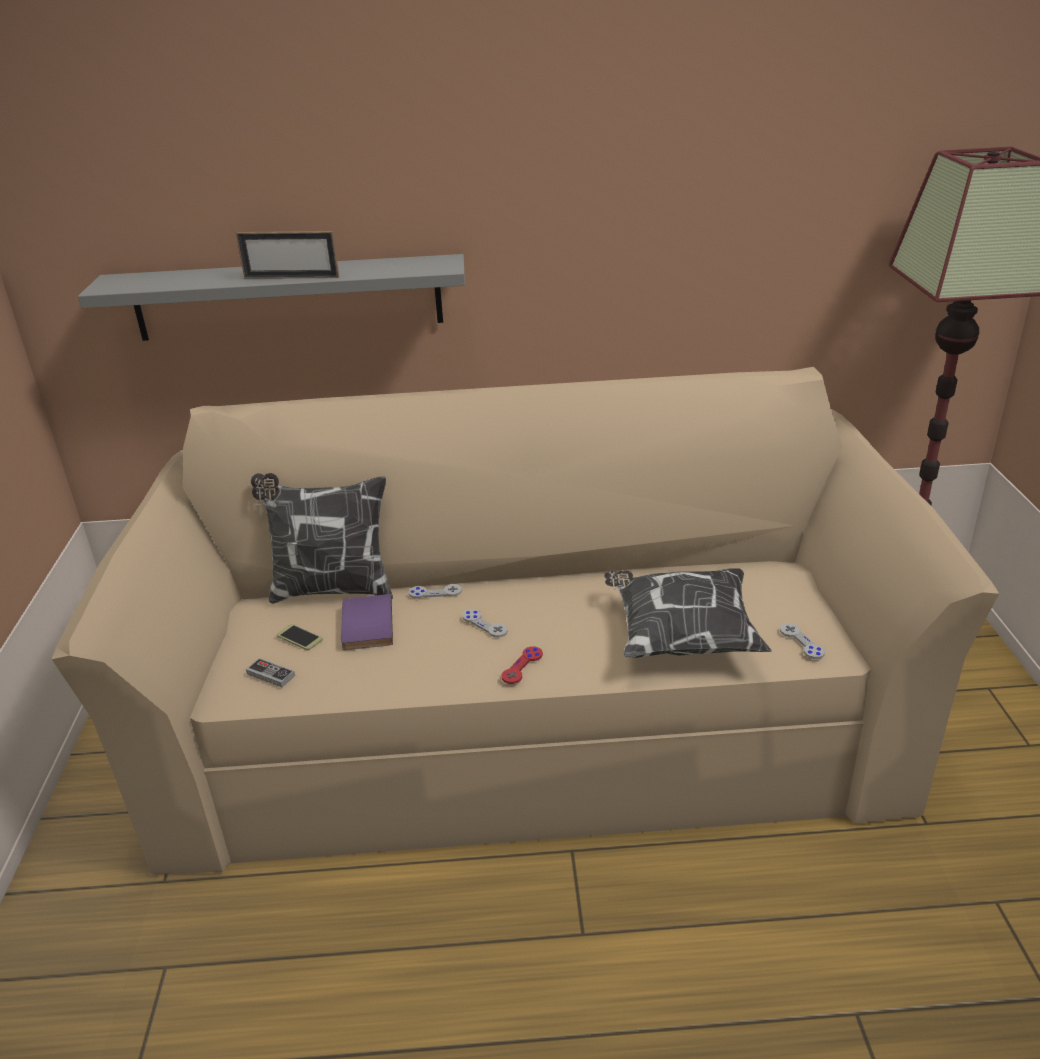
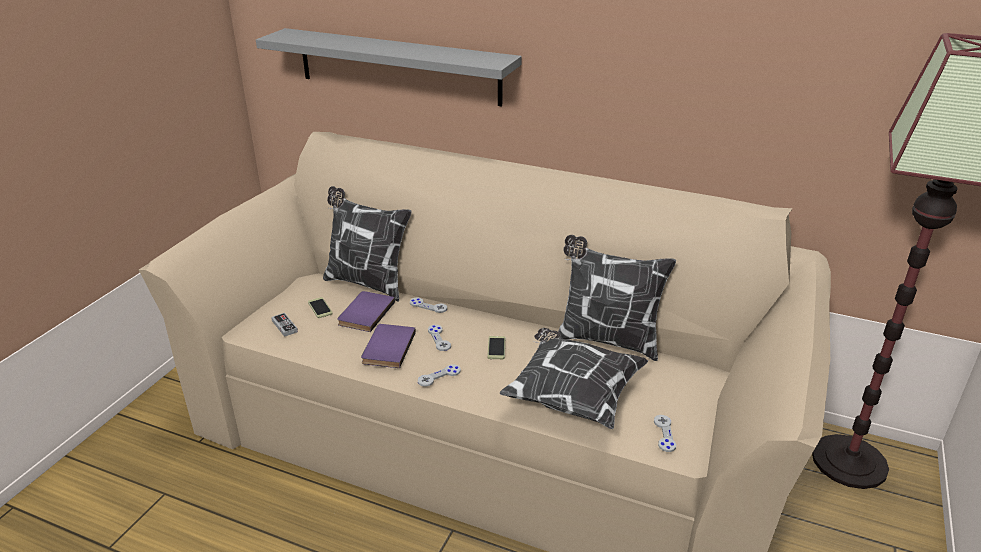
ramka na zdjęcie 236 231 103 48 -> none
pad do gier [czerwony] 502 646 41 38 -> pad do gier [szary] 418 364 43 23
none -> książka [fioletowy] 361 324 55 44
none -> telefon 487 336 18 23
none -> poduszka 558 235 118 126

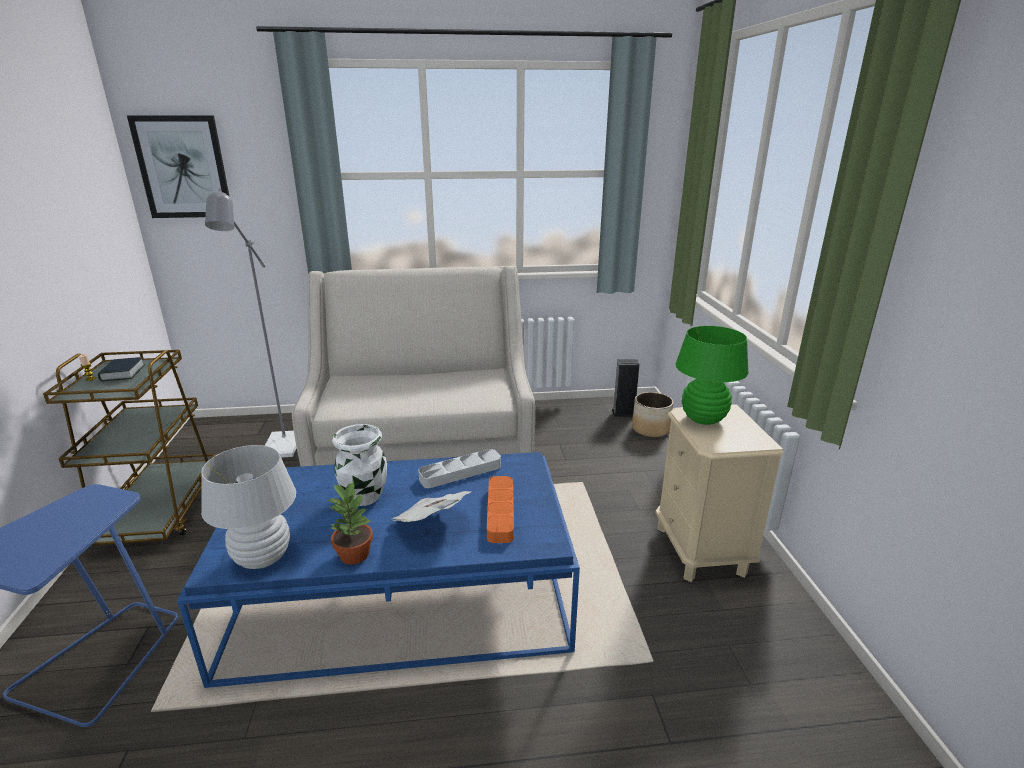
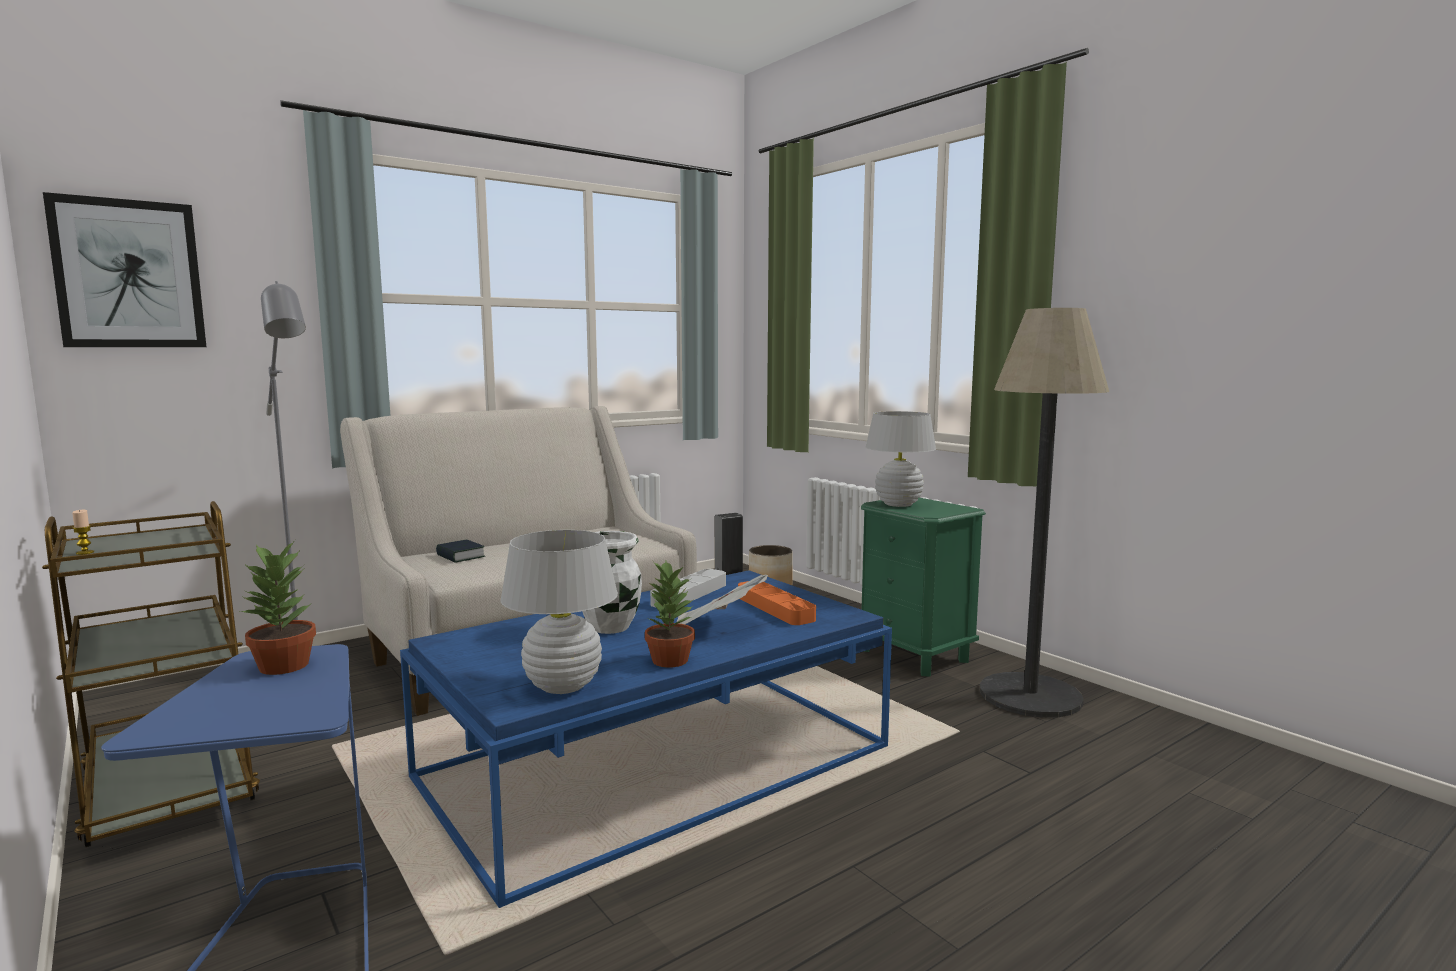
książka 98 357 47 25 -> książka 436 539 49 24, shifted
szafka nocna [beżowy] 655 404 129 178 -> szafka nocna [zielony] 861 498 125 179
lampa stołowa [zielony] 675 326 74 99 -> lampa stołowa [biały] 865 411 71 96
none -> roślina doniczkowa 240 540 76 135
none -> lampa stojąca 980 308 129 410

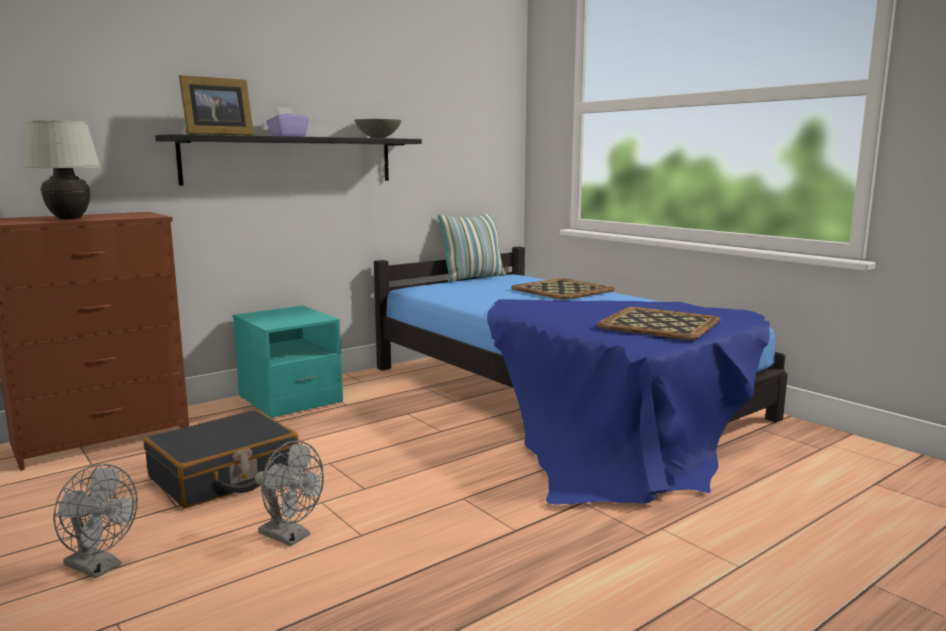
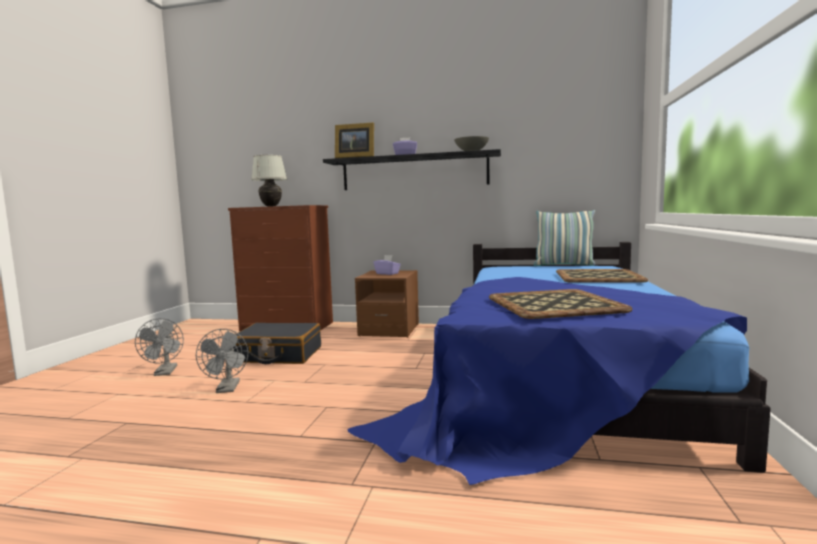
szafka nocna [turkusowy] 233 305 110 113 -> szafka nocna [brązowy] 355 270 64 68
none -> pudełko chusteczek [fioletowy] 373 255 28 20

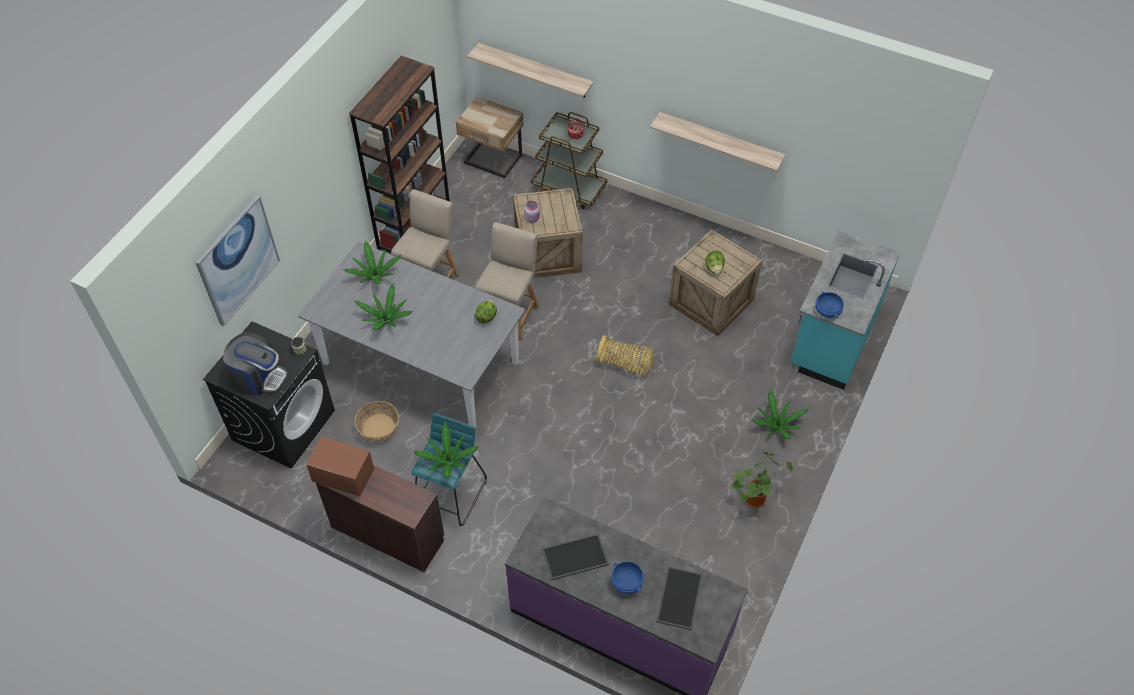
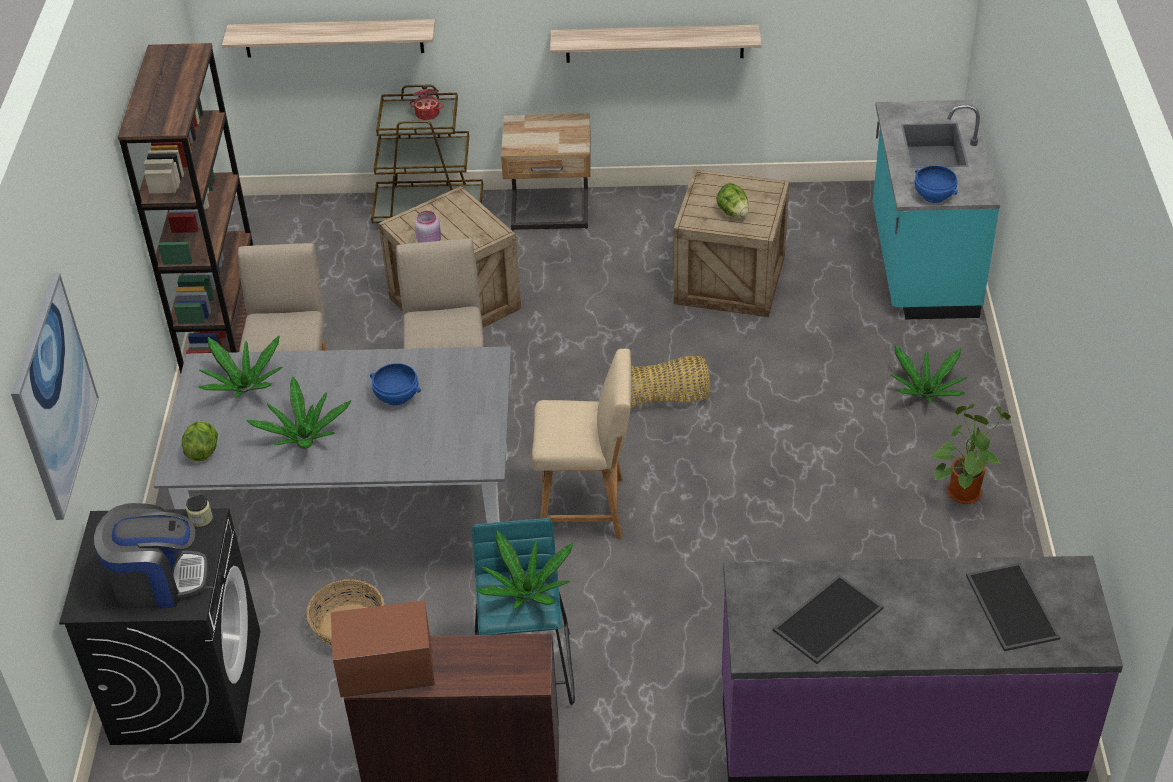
szafka nocna [beżowy] 456 96 68 82 -> szafka nocna [beżowy] 501 113 90 118, shifted
sałata 474 300 23 24 -> sałata 182 421 36 41, shifted
miska [niebieski] 611 562 33 32 -> miska [niebieski] 370 363 51 43, shifted
none -> krzesło [beżowy] 532 349 99 190

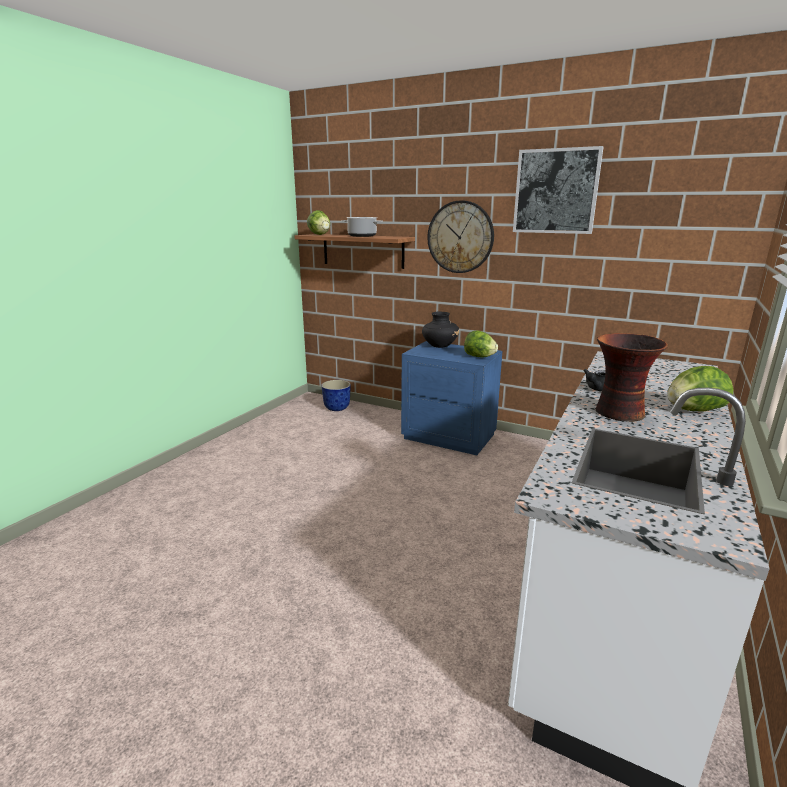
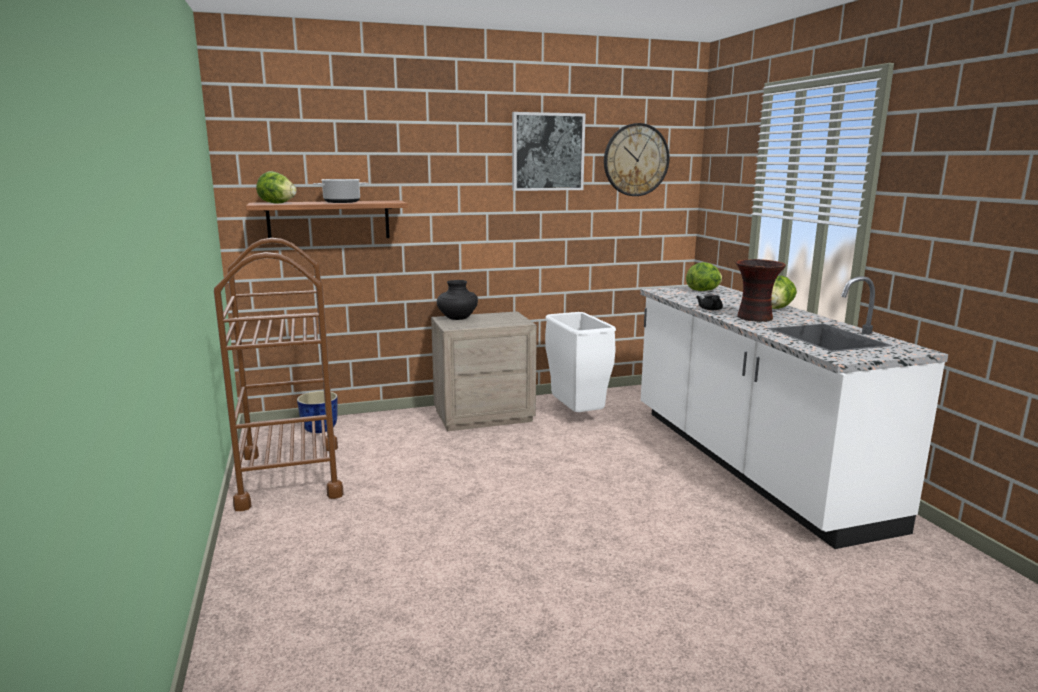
szafka nocna [niebieski] 401 341 102 114 -> szafka nocna [beżowy] 431 311 106 120
zegar ścienny 427 200 67 73 -> zegar ścienny 604 123 65 73, shifted
sałata 464 331 34 26 -> sałata 686 262 36 29, shifted
none -> wózek [brązowy] 214 238 130 273
none -> kosz na śmieci [biały] 545 312 71 100

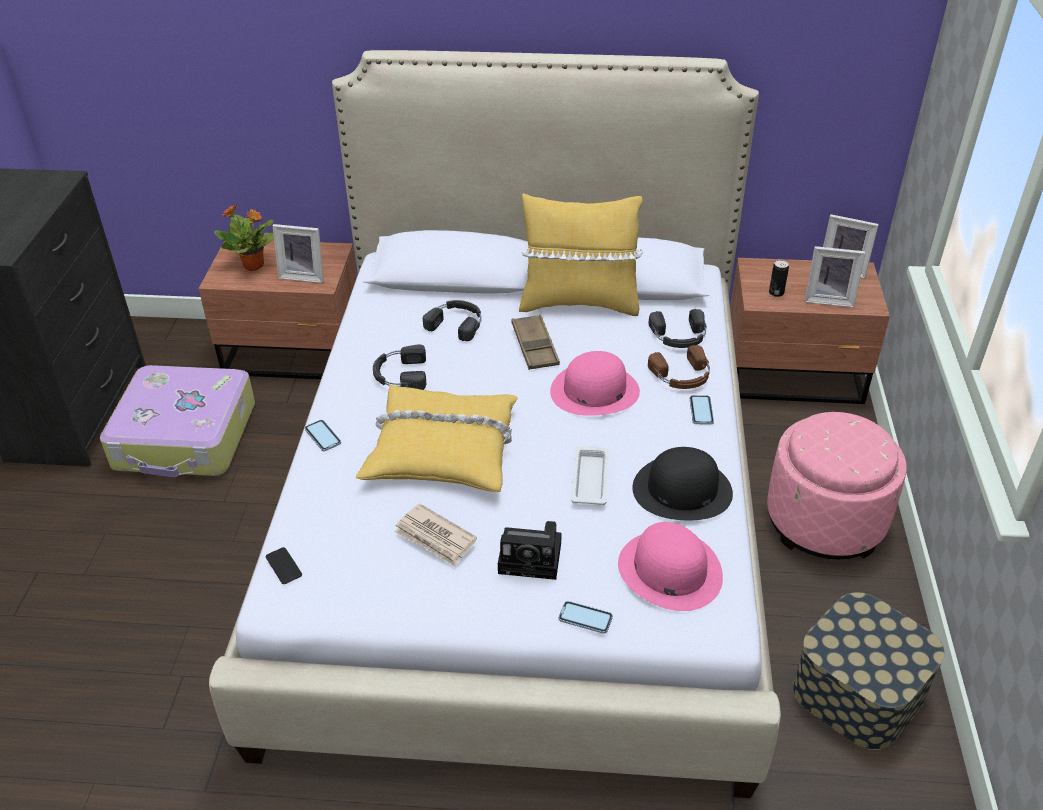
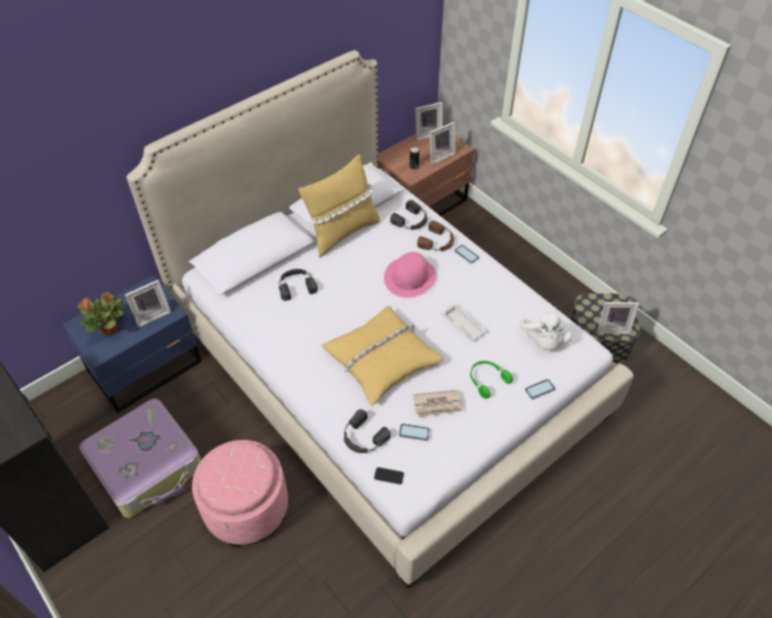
szafka nocna [brązowy] 198 240 159 139 -> szafka nocna [niebieski] 62 275 140 138
telefon 305 420 36 31 -> telefon 399 424 31 17, shifted
słuchawki [czarny] 373 344 53 46 -> słuchawki [czarny] 344 409 46 44, shifted
aparat fotograficzny 498 521 64 59 -> słuchawki [zielony] 470 361 43 38
taca [brązowy] 511 314 49 56 -> none
kapelusz [różowy] 618 522 105 89 -> pluszak [biały] 520 311 52 40
kapelusz [czarny] 632 447 101 73 -> none
pufa [różowy] 767 412 140 147 -> pufa [różowy] 192 440 96 107, shifted
none -> ramka na zdjęcie 597 302 42 32

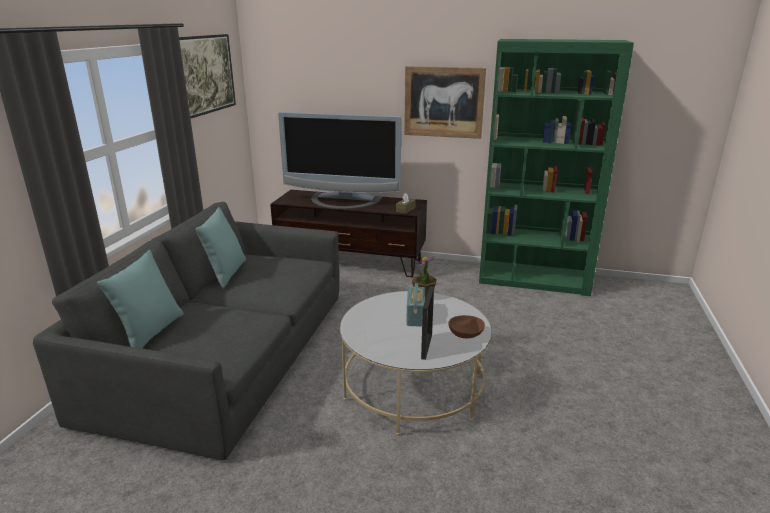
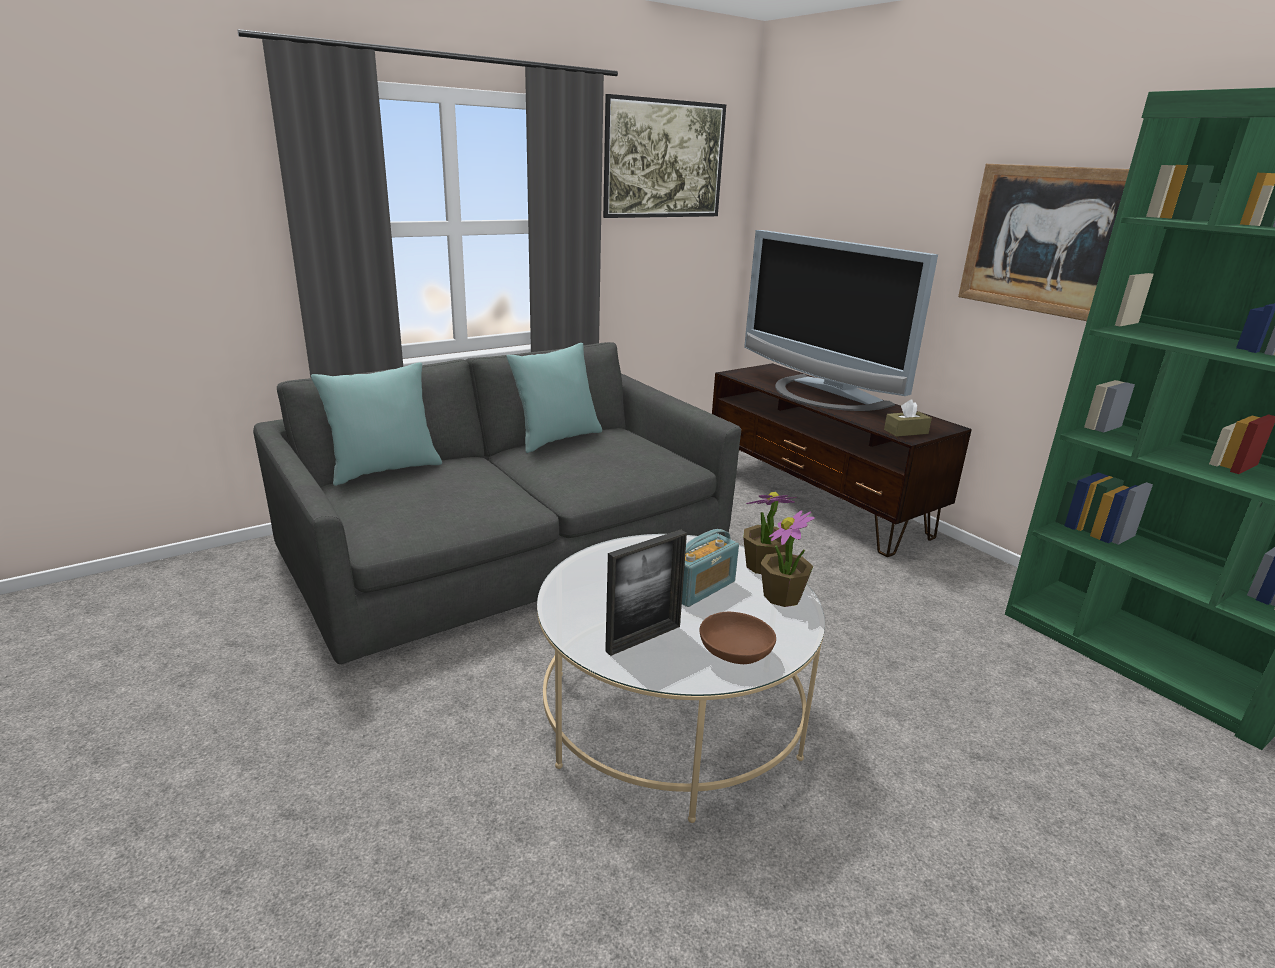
none -> roślina doniczkowa 760 510 55 97

